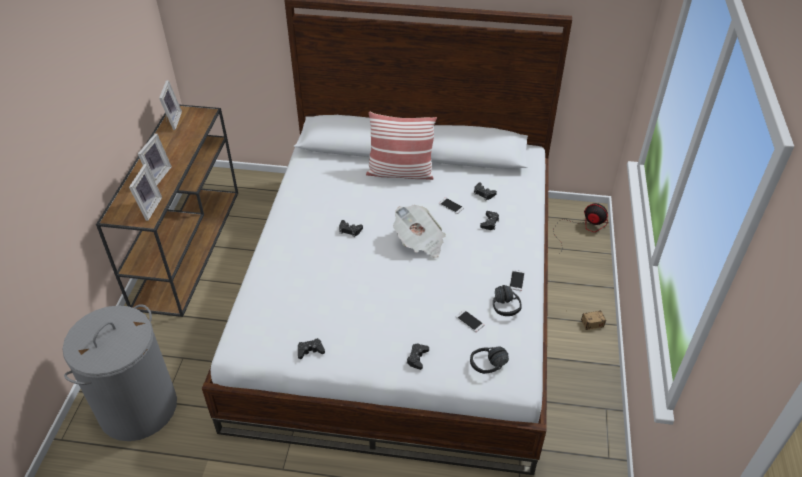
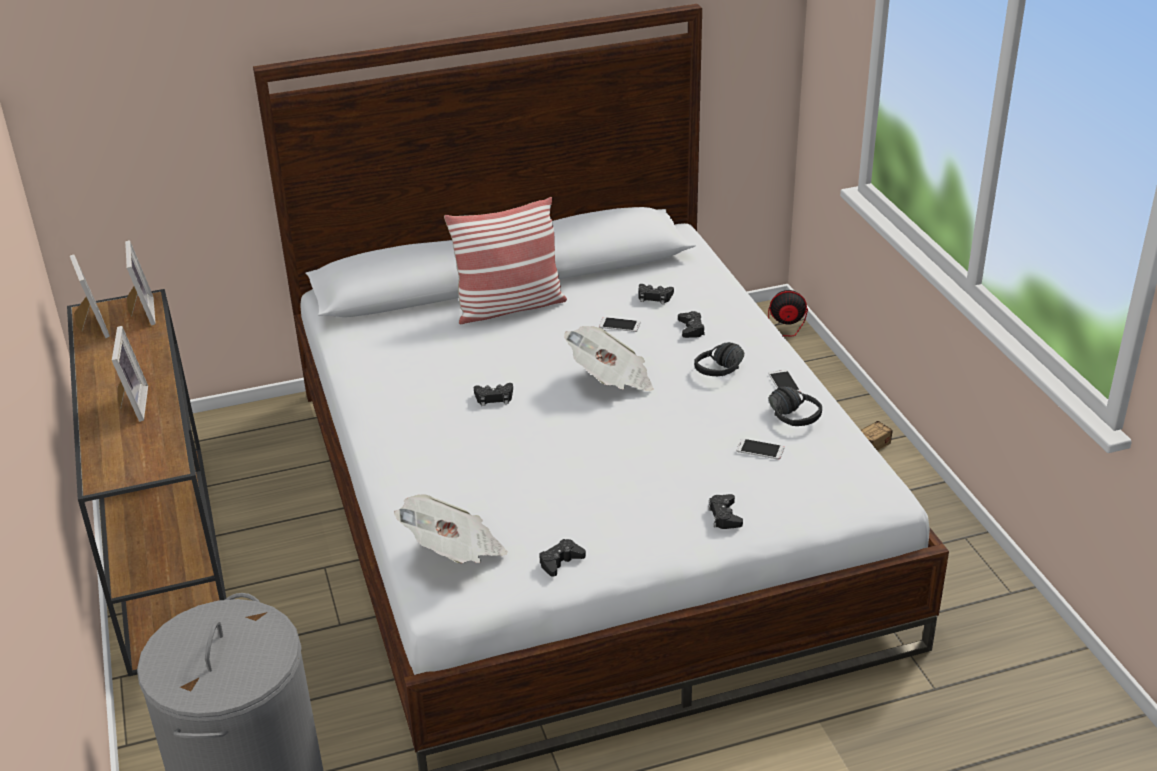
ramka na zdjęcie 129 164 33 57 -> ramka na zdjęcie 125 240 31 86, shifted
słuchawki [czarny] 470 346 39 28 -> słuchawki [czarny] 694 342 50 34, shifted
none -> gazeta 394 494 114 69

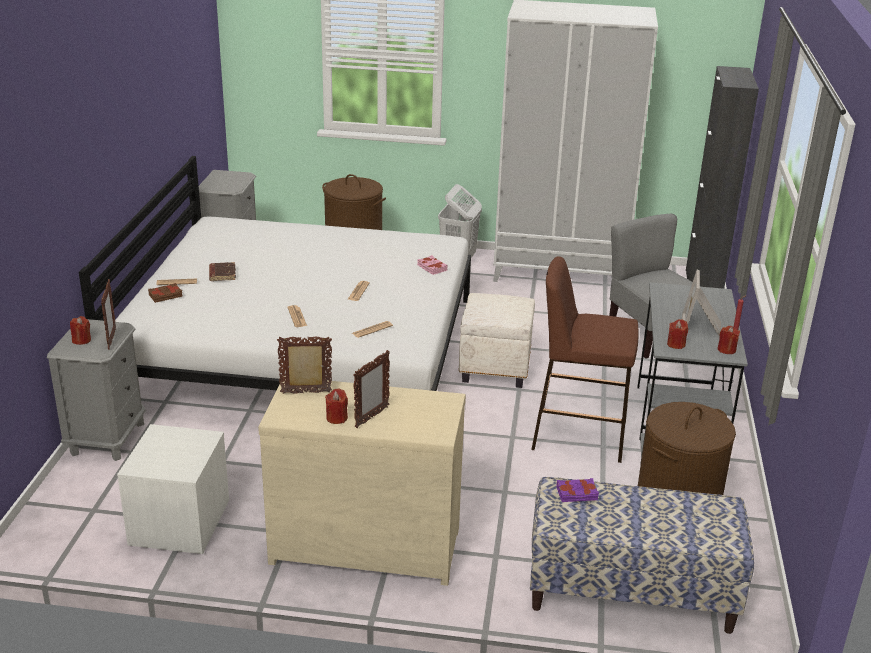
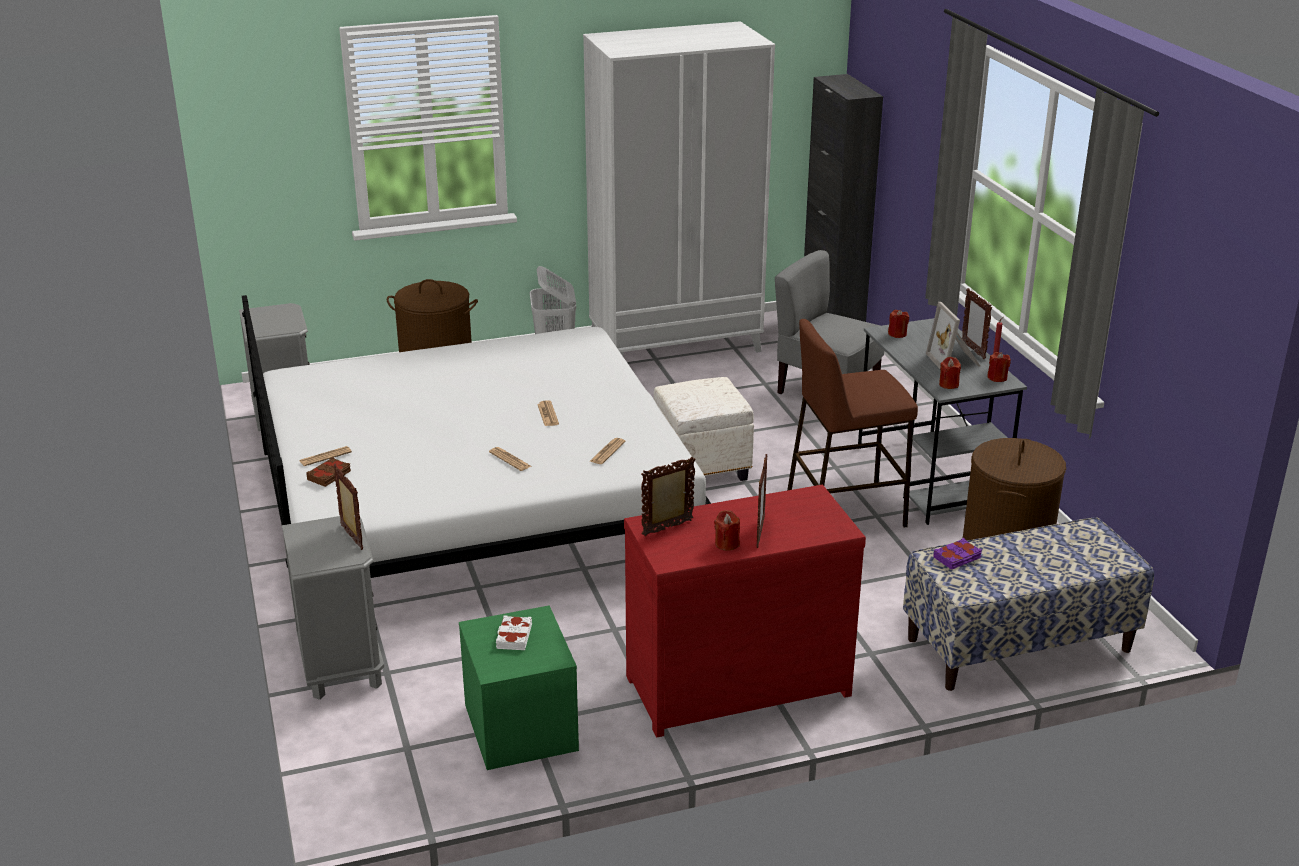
świeca [czerwony] 70 316 21 29 -> świeca [czerwony] 888 310 21 28, shifted
szafka nocna [biały] 117 424 112 130 -> szafka nocna [zielony] 459 605 120 165
książka [brązowy] 209 262 27 19 -> none
komoda [beżowy] 258 376 208 210 -> komoda [czerwony] 624 485 242 252
książka [różowy] 417 255 31 20 -> none
none -> książka [biały] 496 615 36 35
none -> ramka na zdjęcie 962 288 30 71

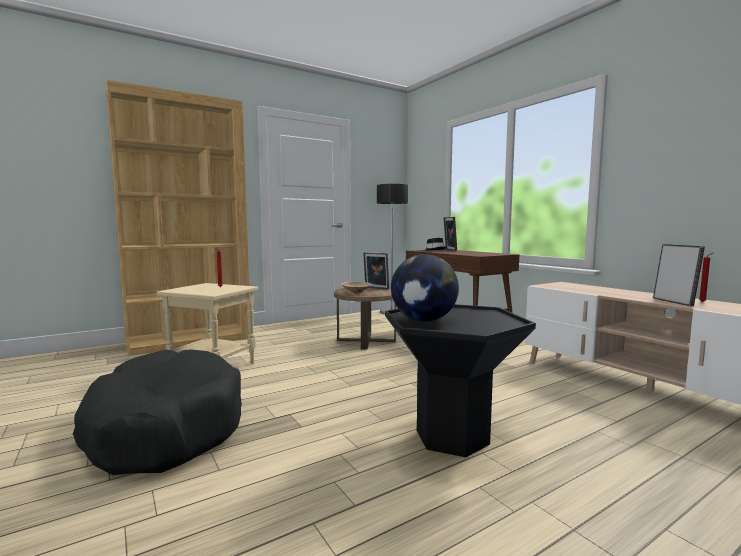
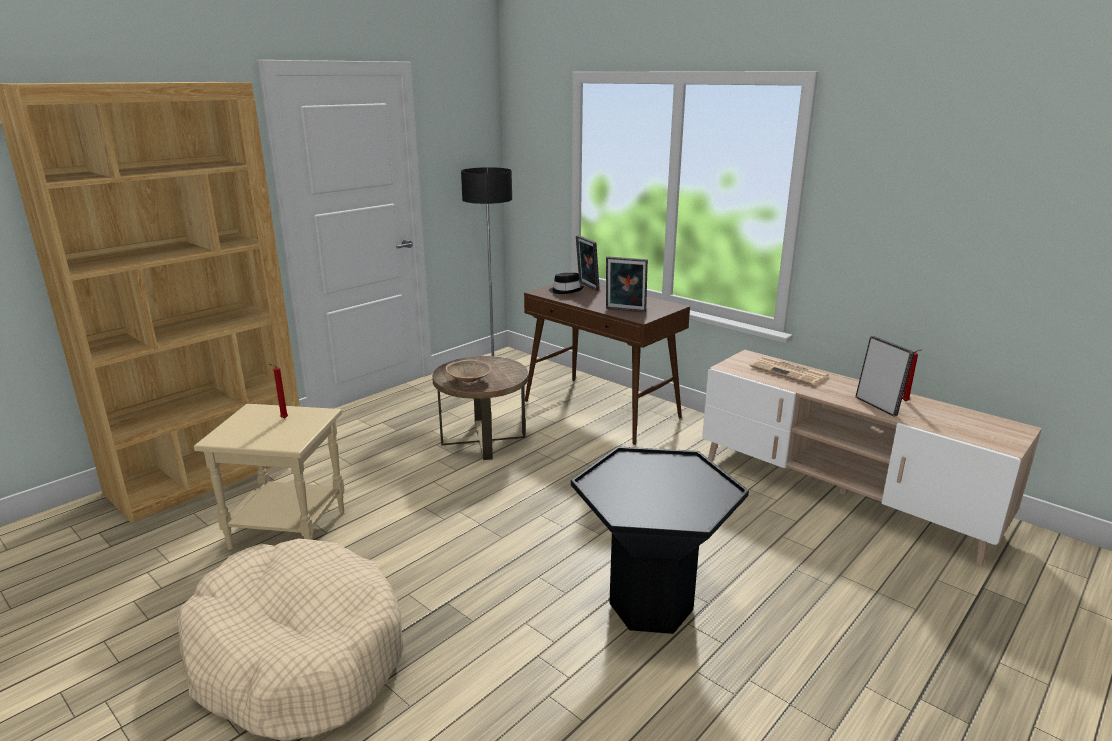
legowisko [czarny] 73 349 169 126 -> legowisko [beżowy] 177 538 226 203
ramka na zdjęcie 363 252 26 37 -> ramka na zdjęcie 606 256 42 56, shifted
globus 391 254 68 68 -> none
none -> gazeta 750 356 79 30

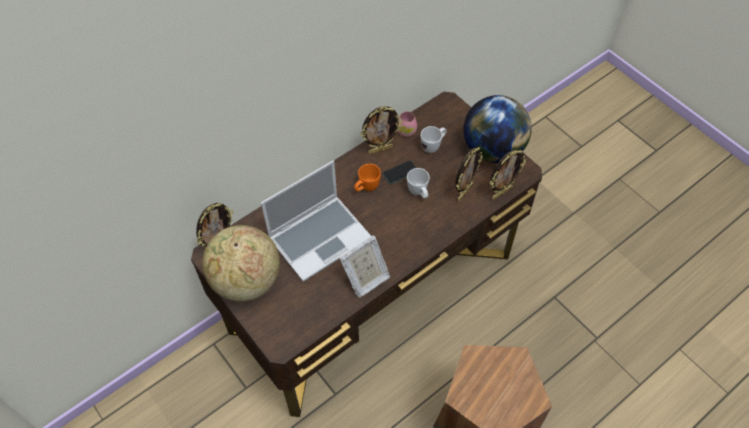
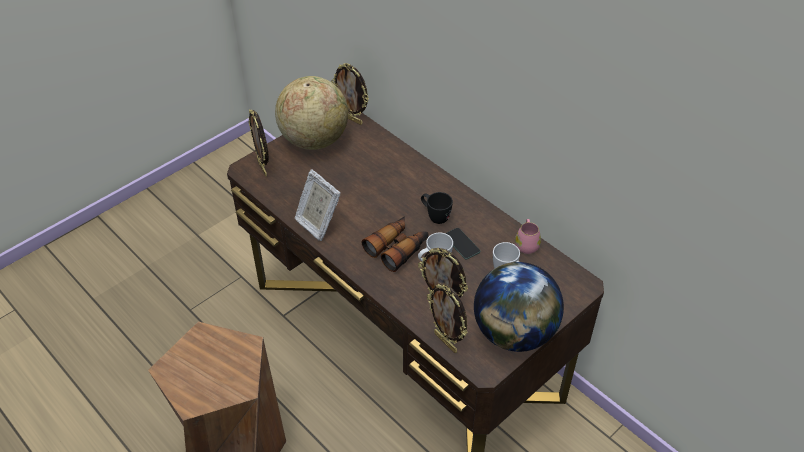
laptop 261 160 110 122 -> none
kubek [pomarańczowy] 354 164 27 27 -> kubek [czarny] 421 192 32 32
ramka na zdjęcie 360 106 42 48 -> ramka na zdjęcie 248 110 21 66, shifted
none -> lornetka 362 216 67 56

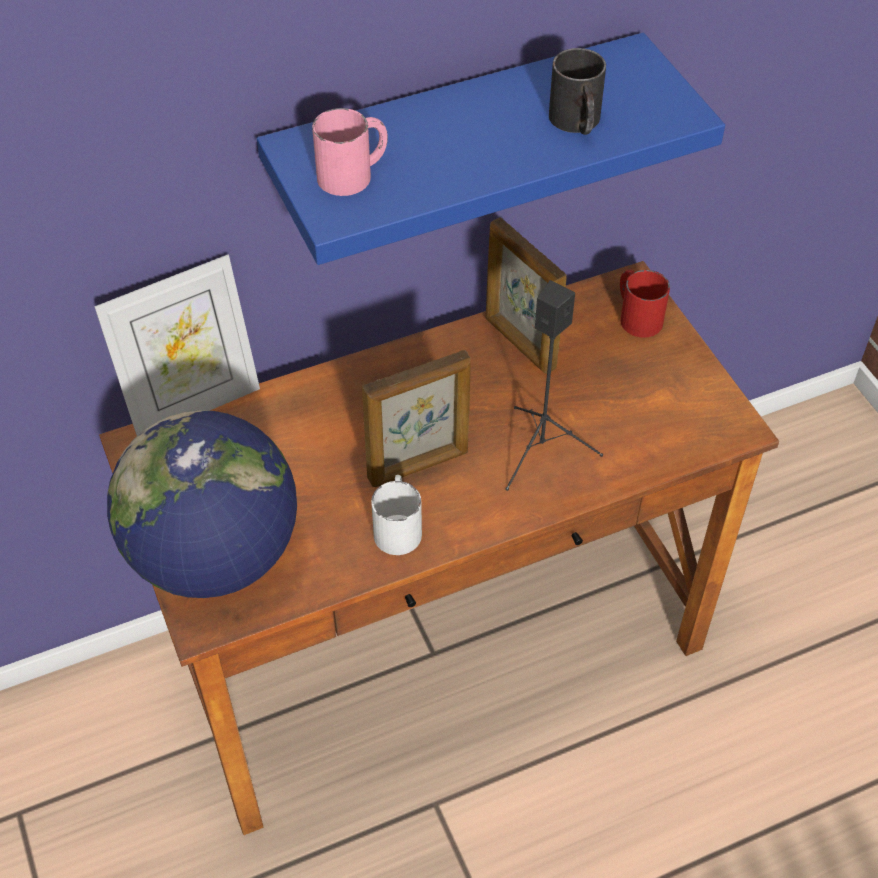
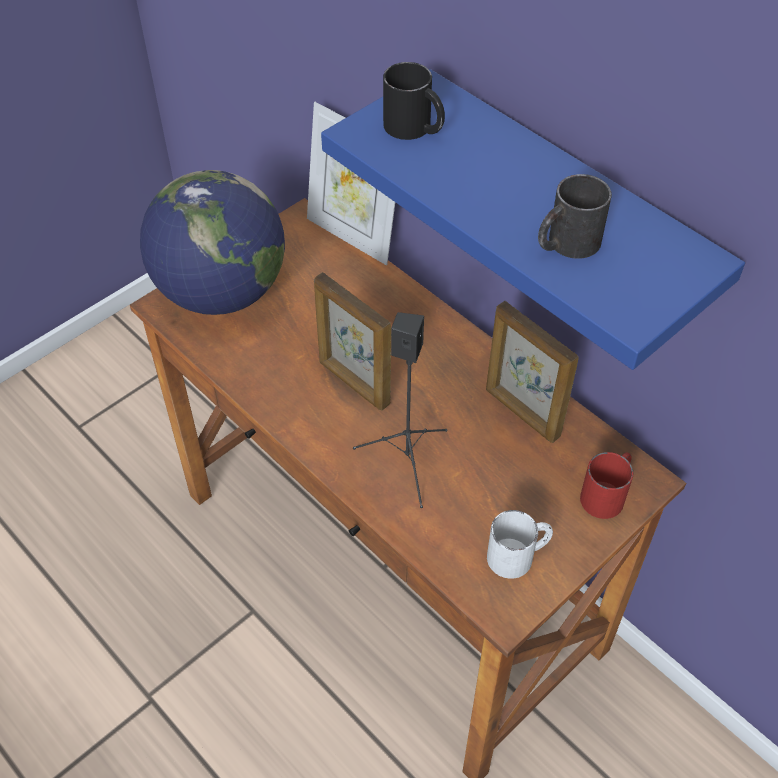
kubek [różowy] 312 108 76 88 -> kubek [czarny] 383 62 62 78
kubek [biały] 371 475 51 80 -> kubek [biały] 487 510 66 69, shifted
ramka na zdjęcie 485 217 81 157 -> ramka na zdjęcie 486 301 93 142, 75 degrees counterclockwise

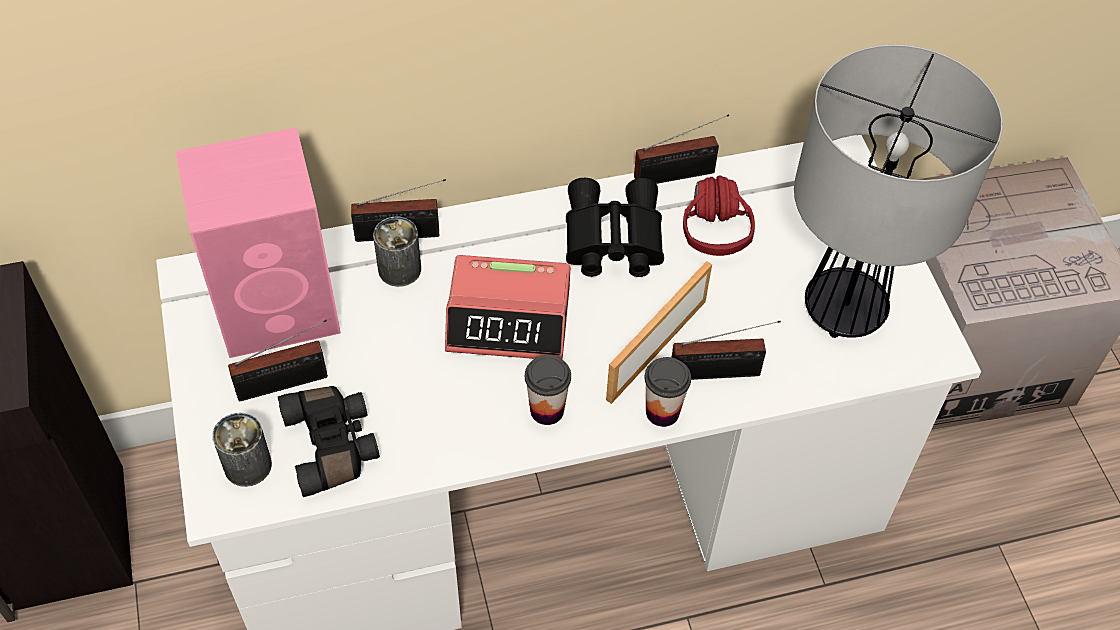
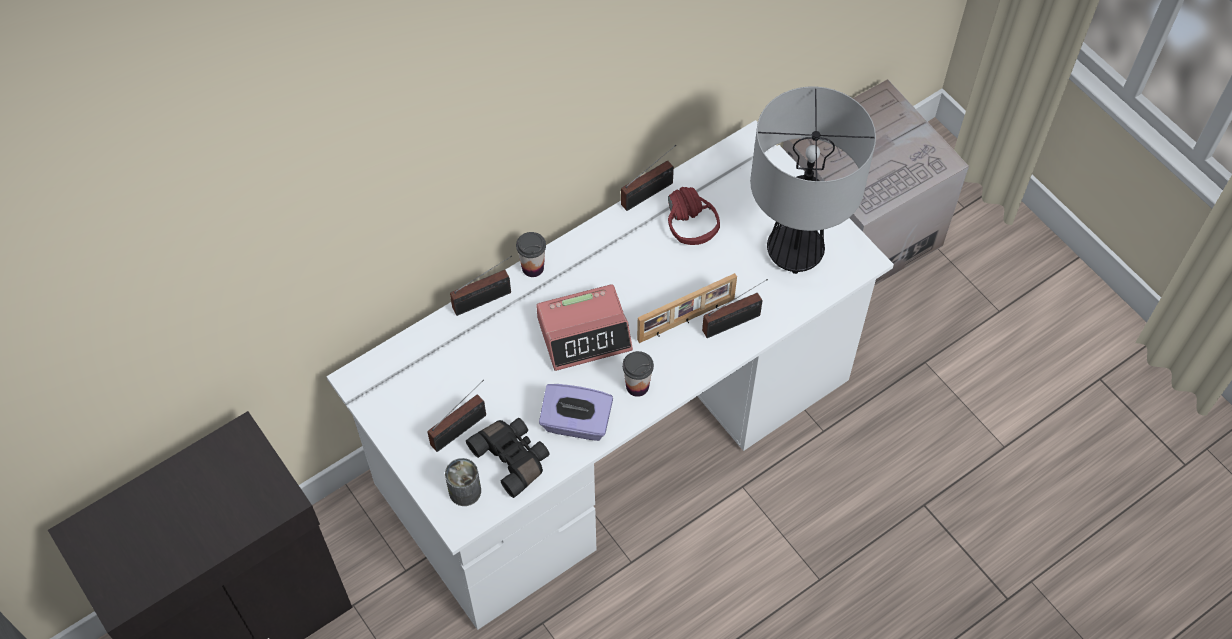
głośnik [różowy] 176 127 165 231 -> none
puszka 373 217 48 70 -> none
lornetka [czarny] 566 178 98 99 -> none
ramka na zdjęcie 606 261 106 143 -> ramka na zdjęcie 637 273 100 70, 135 degrees counterclockwise
filiżanka 645 357 46 70 -> filiżanka 516 232 30 45, shifted
none -> pudełko chusteczek [fioletowy] 539 384 74 57

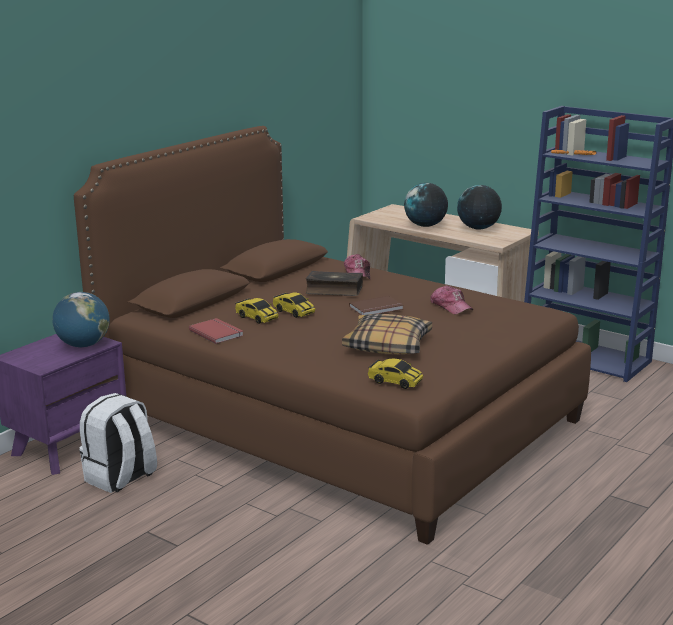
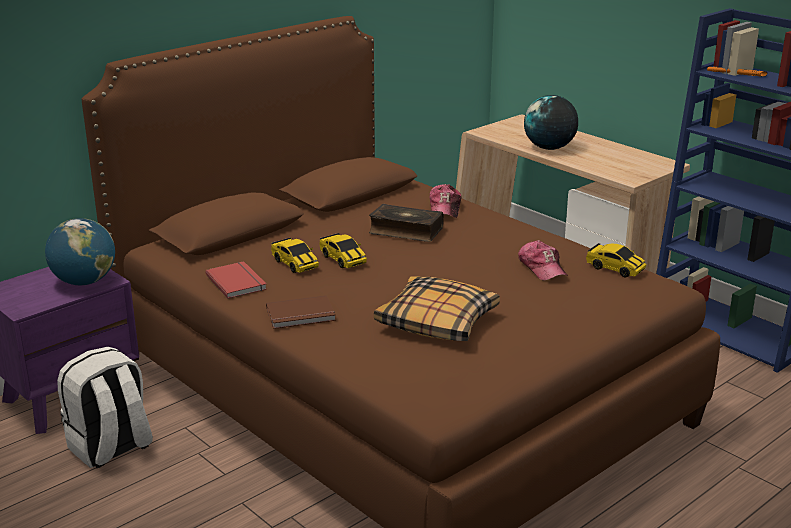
książka [brązowy] 349 296 54 19 -> książka [brązowy] 266 295 70 34, shifted
samochodzik 368 359 55 30 -> samochodzik 586 243 60 34, shifted
globus 457 185 45 44 -> none

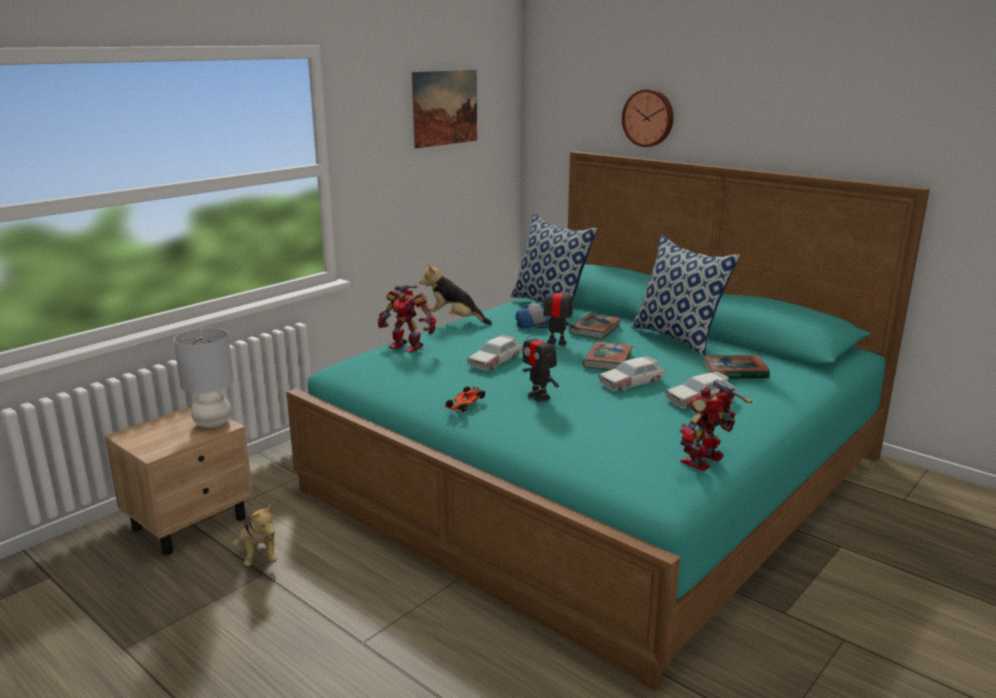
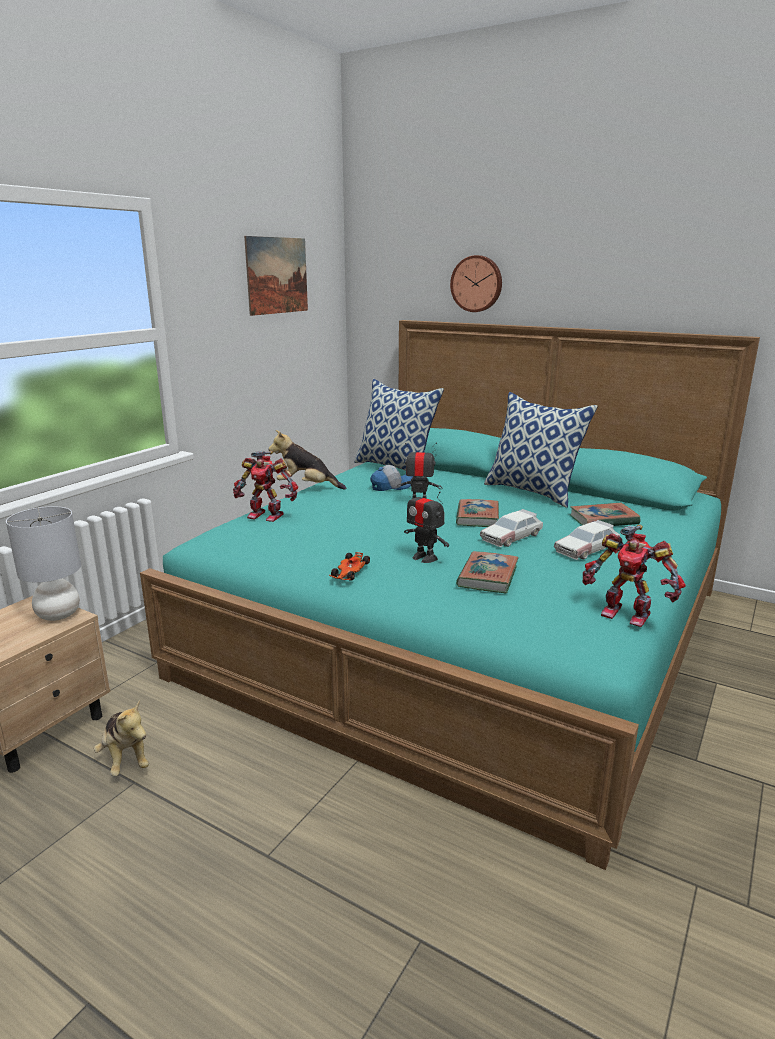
samochodzik 467 334 55 37 -> none
książka 569 314 52 25 -> książka 456 551 63 42, shifted
robot zabawkowy 680 379 72 92 -> robot zabawkowy 583 525 103 102, 90 degrees counterclockwise

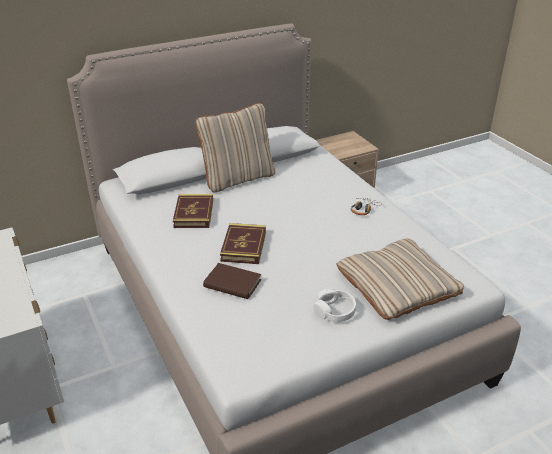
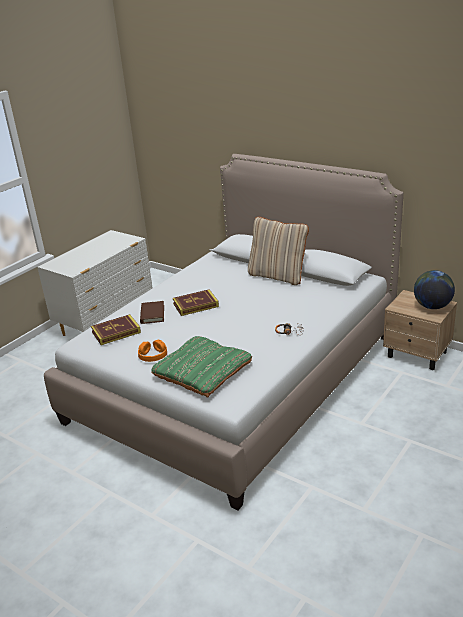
książka 173 194 40 34 -> książka 91 314 50 31, shifted
słuchawki [biały] 313 288 43 34 -> słuchawki [pomarańczowy] 138 340 29 22
poduszka [beżowy] 336 238 128 82 -> poduszka [zielony] 151 336 101 62
none -> globus 414 270 41 39

